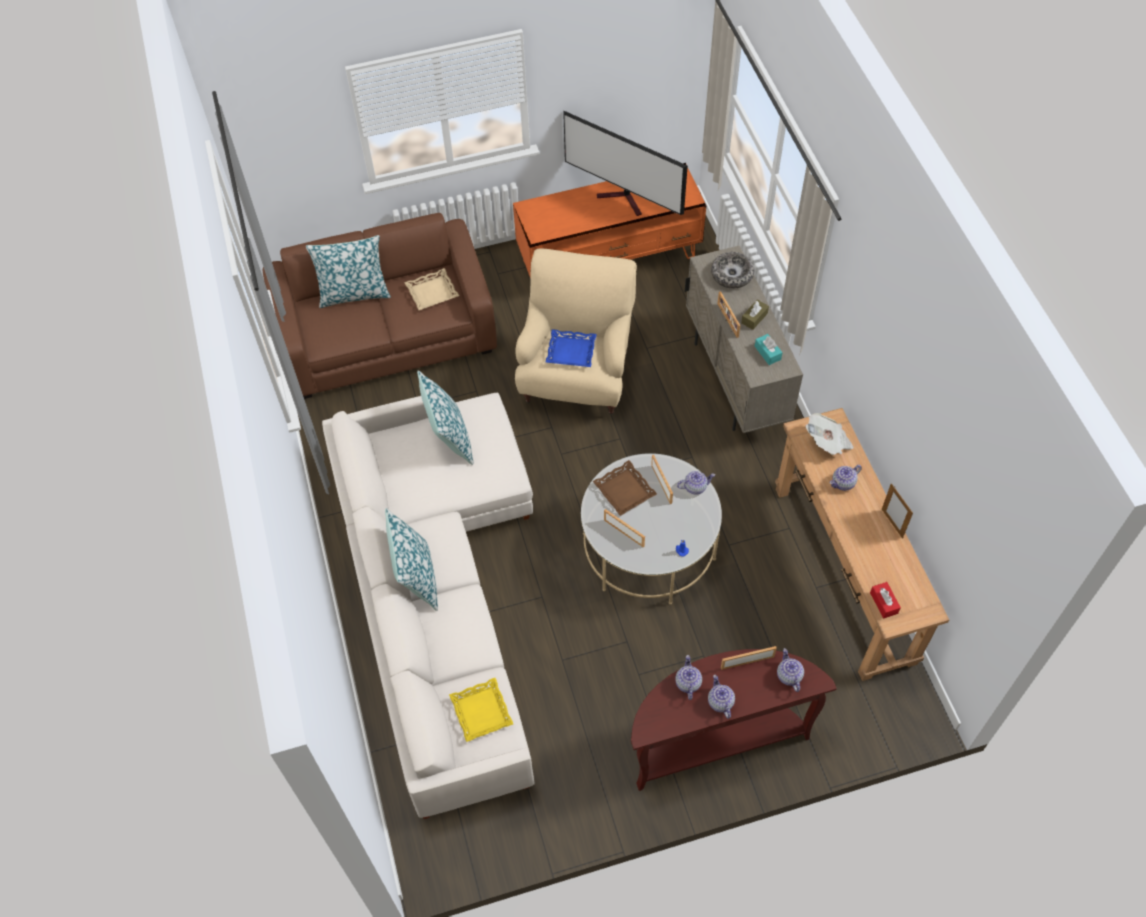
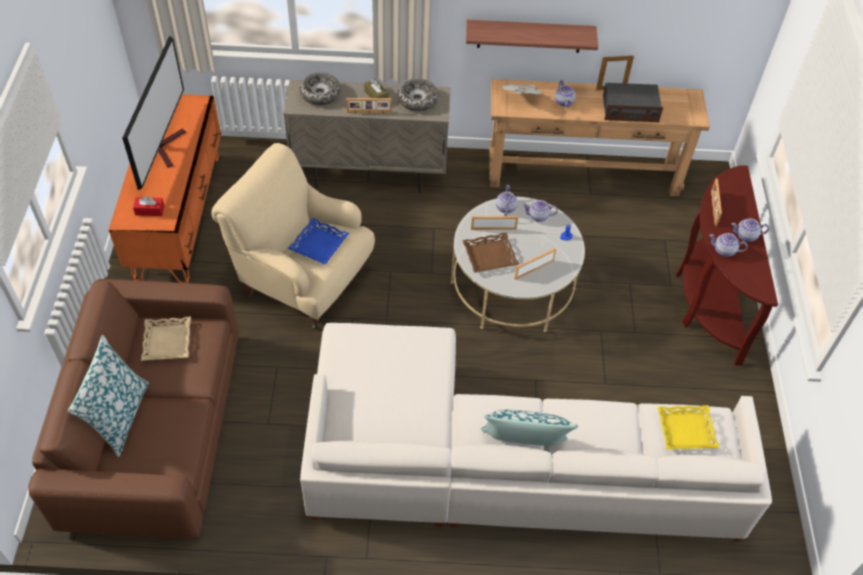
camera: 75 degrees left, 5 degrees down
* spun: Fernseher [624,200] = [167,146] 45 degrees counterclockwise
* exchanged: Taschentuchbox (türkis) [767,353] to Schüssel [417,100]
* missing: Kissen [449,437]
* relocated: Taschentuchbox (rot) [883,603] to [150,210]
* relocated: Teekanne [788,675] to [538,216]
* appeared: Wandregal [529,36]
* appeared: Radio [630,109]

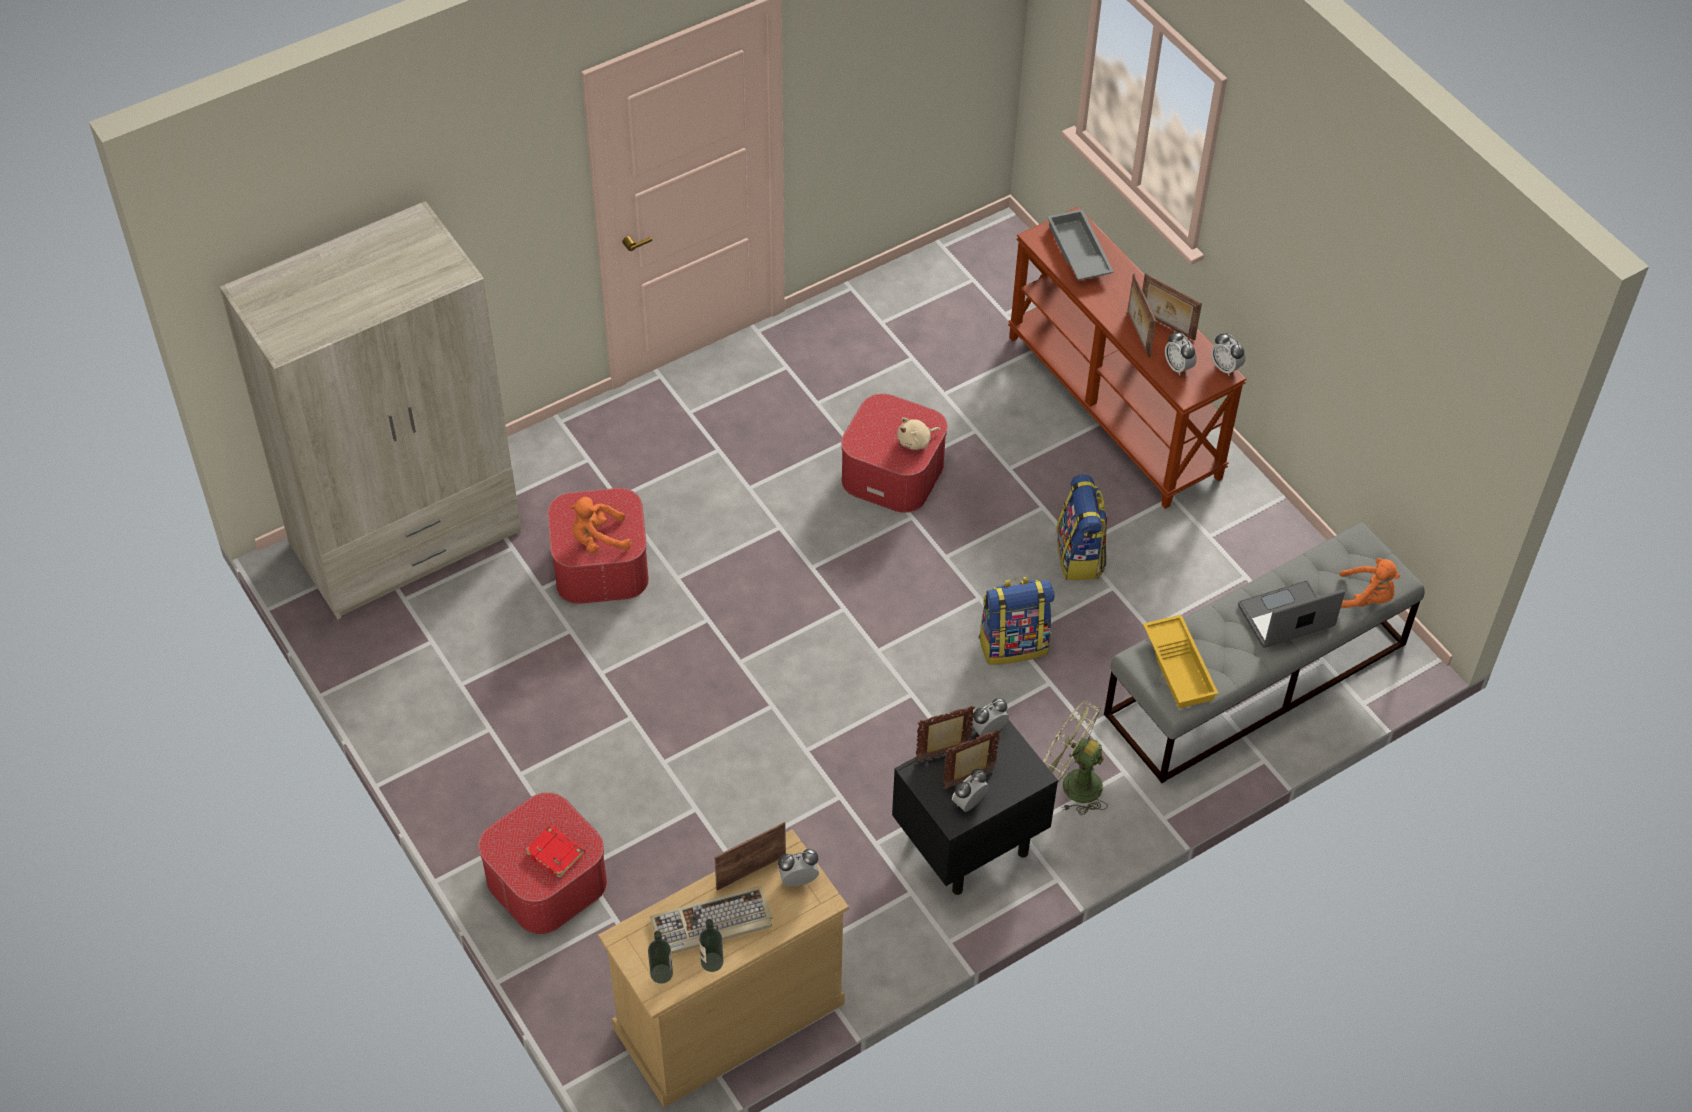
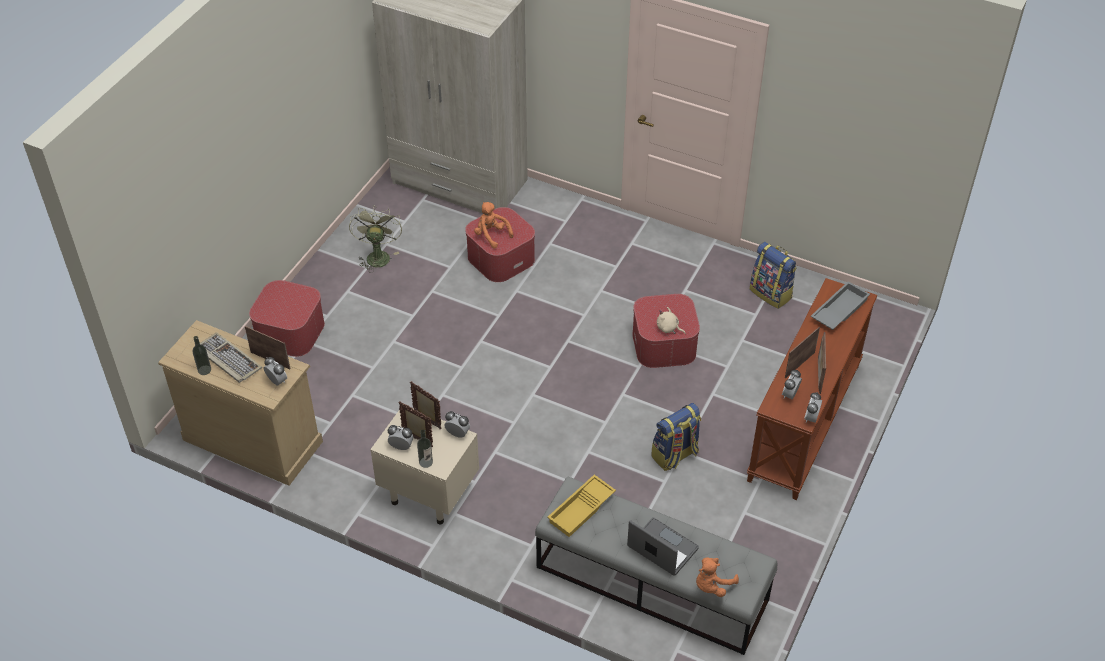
camera: 60 degrees right, 5 degrees down
* spun: Plüschtier (orange) [1365,598] = [712,585] 60 degrees clockwise
* relocated: Rucksack [1013,644] to [771,293]
* relocated: Ventilator (grün) [1072,783] to [377,255]
* colour: Nachttisch (schwarz) [967,845] to Nachttisch (beige) [428,493]
* missing: Buch (rot) [556,853]
* relocated: Flasche [661,973] to [426,462]

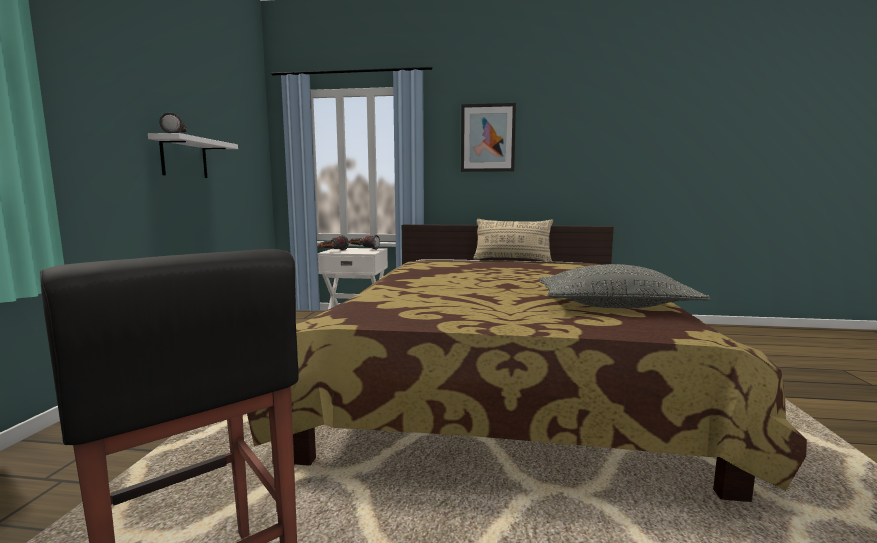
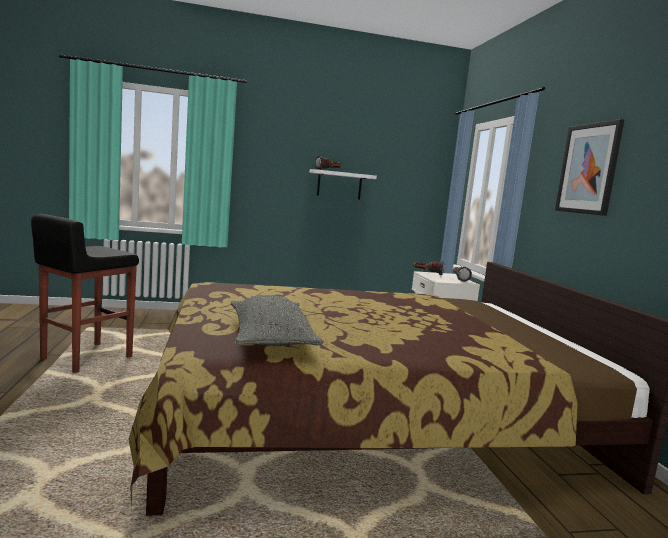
camera: 70 degrees right, 0 degrees up
* missing: Kissen (beige) [512,260]

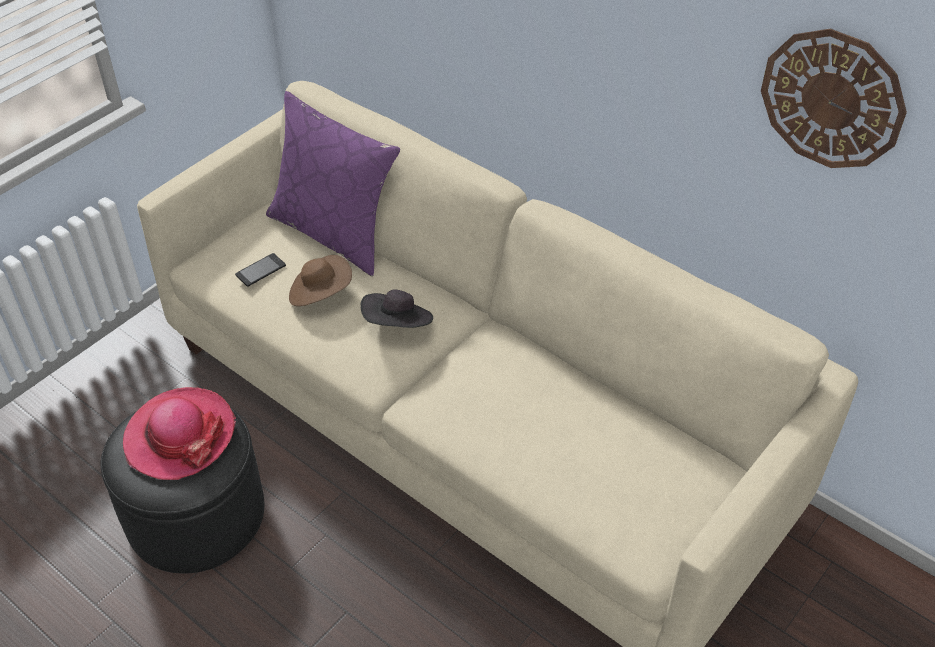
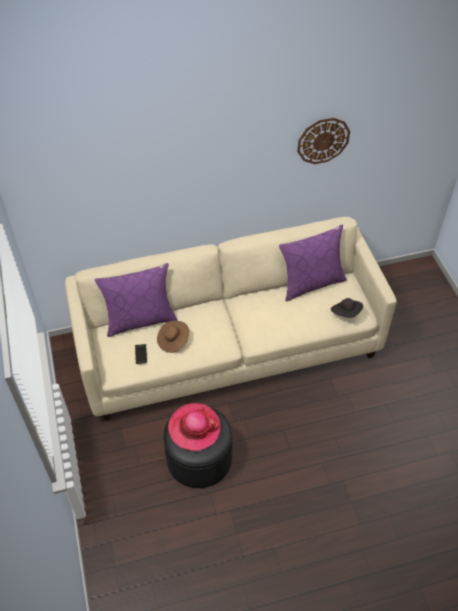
camera: 55 degrees left, 5 degrees up
* relocated: Hut (schwarz) [398,325] to [346,313]
* appeared: Kissen (lila) [311,283]

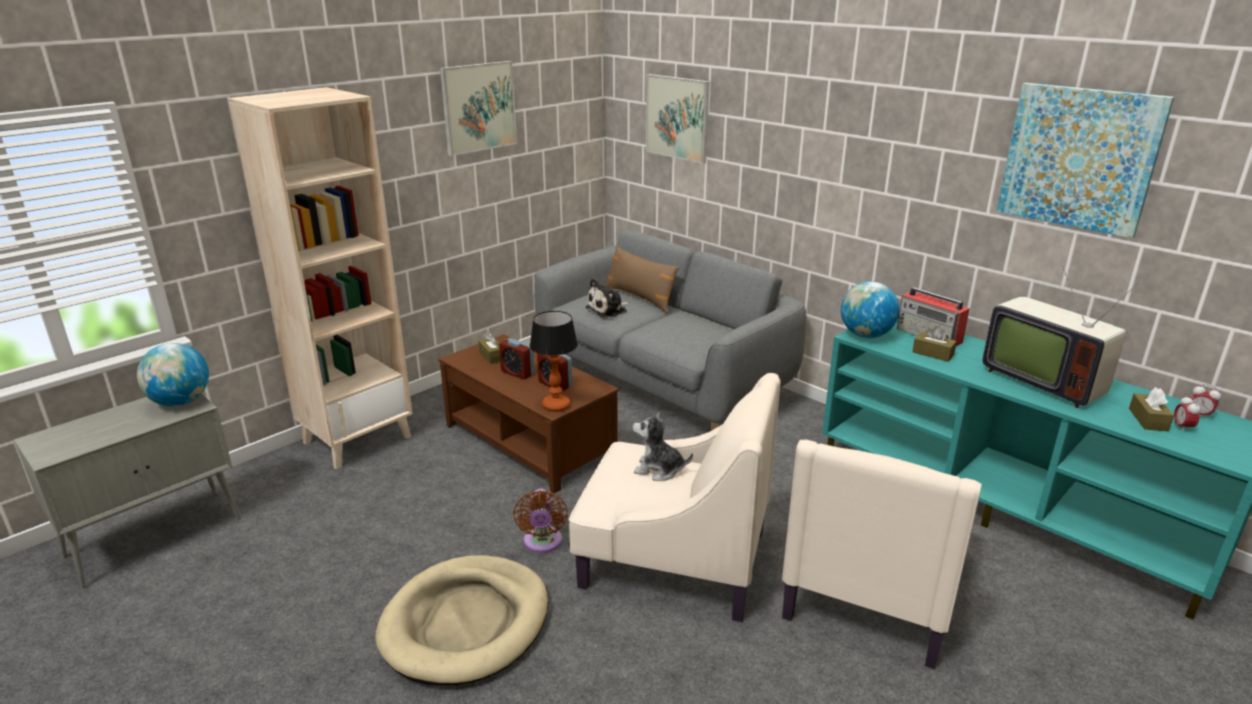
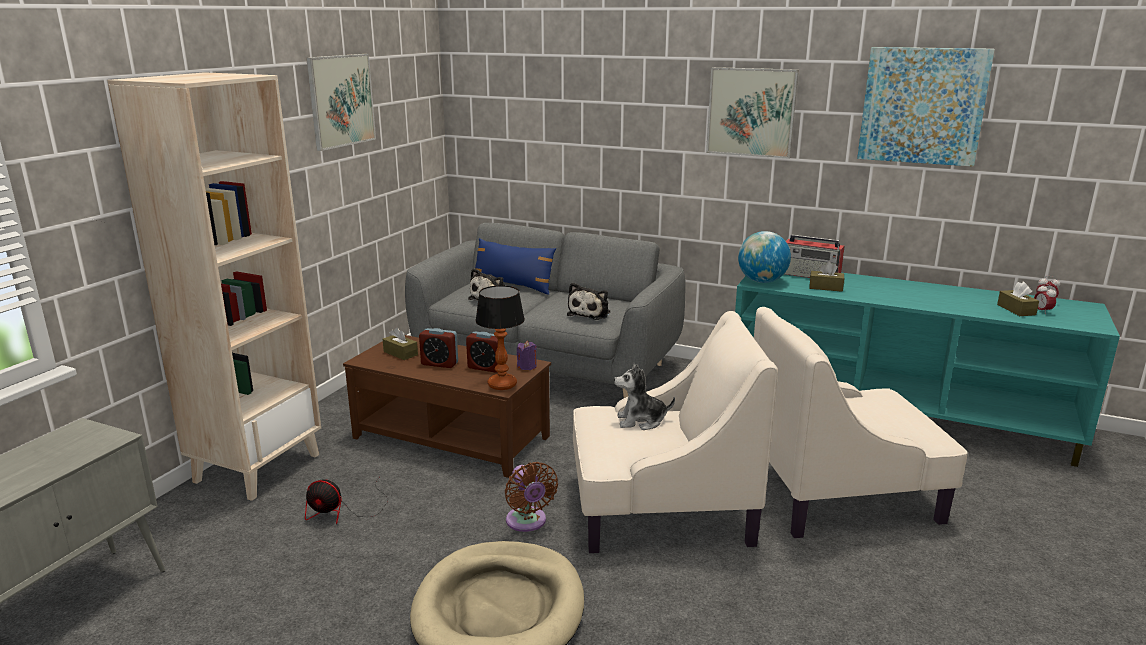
camera: 20 degrees left, 5 degrees down
* relocated: Bild [677,118] to [751,112]
* colour: Kissen (braun) [640,297] to Kissen (blau) [513,285]
* missing: Fernseher [1043,381]
* missing: Globus [181,402]
* spun: Sessel (beige) [874,585] = [842,493] 75 degrees clockwise
* appeared: Plüschtier [590,313]
* appeared: Kerze (lila) [527,366]
* appeared: Ventilator [344,511]

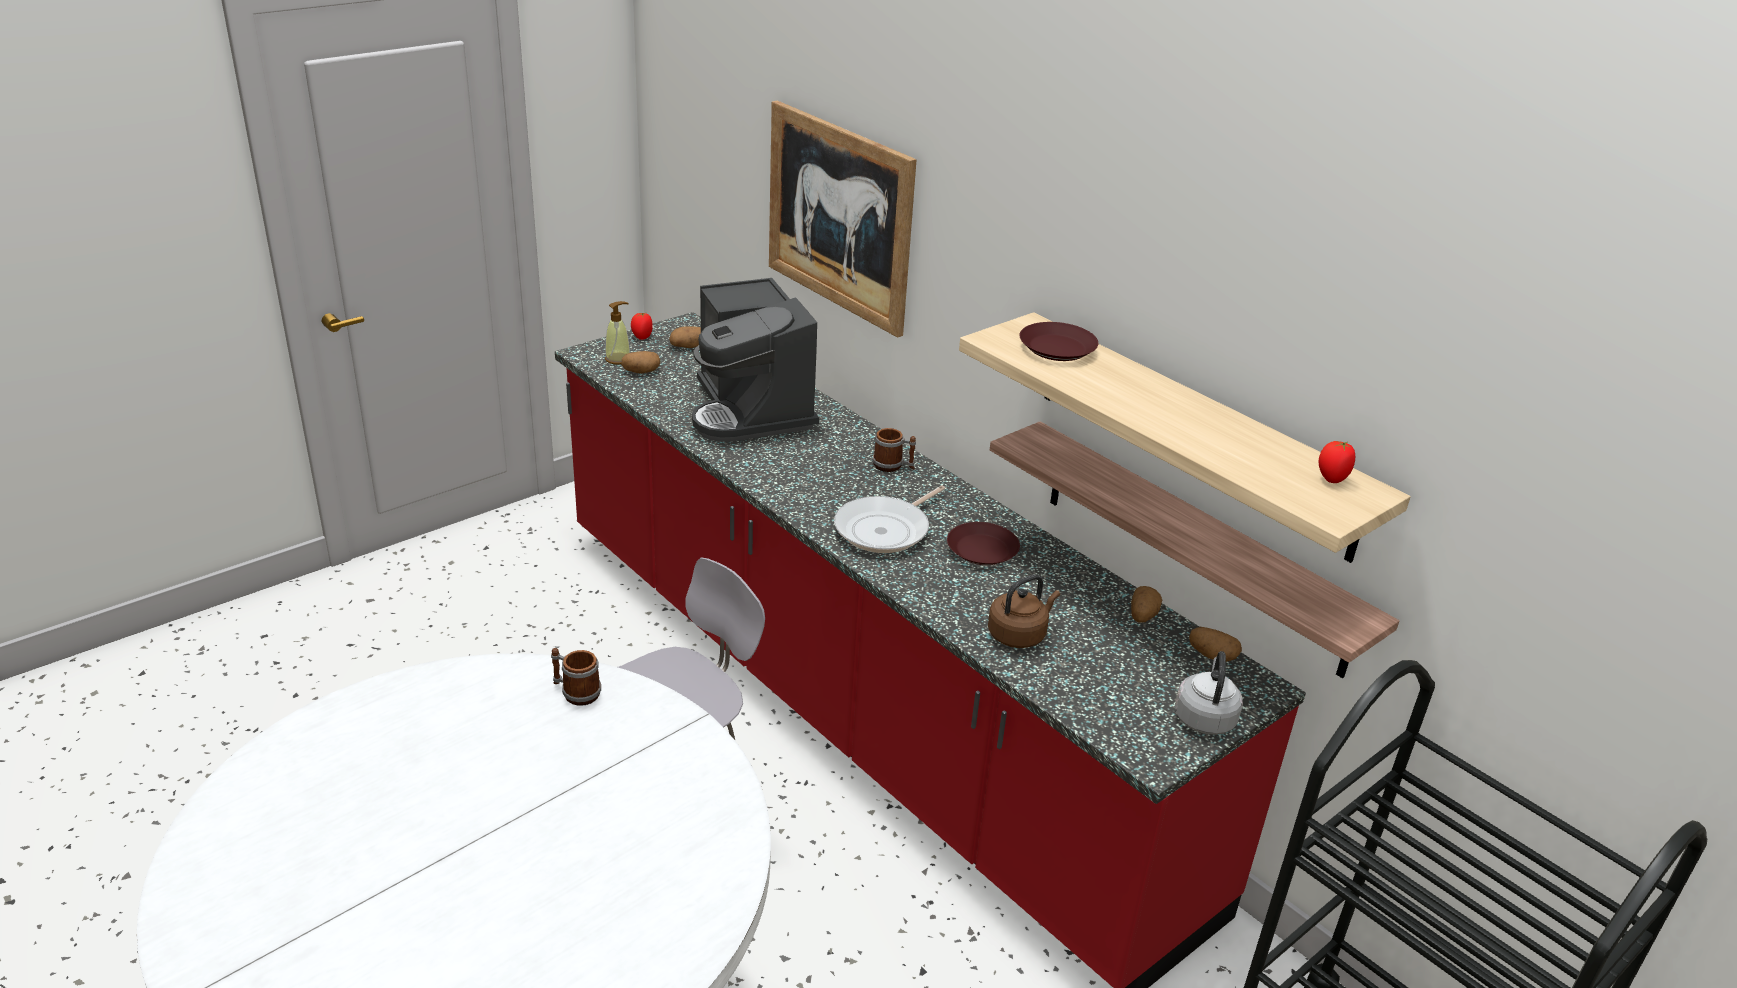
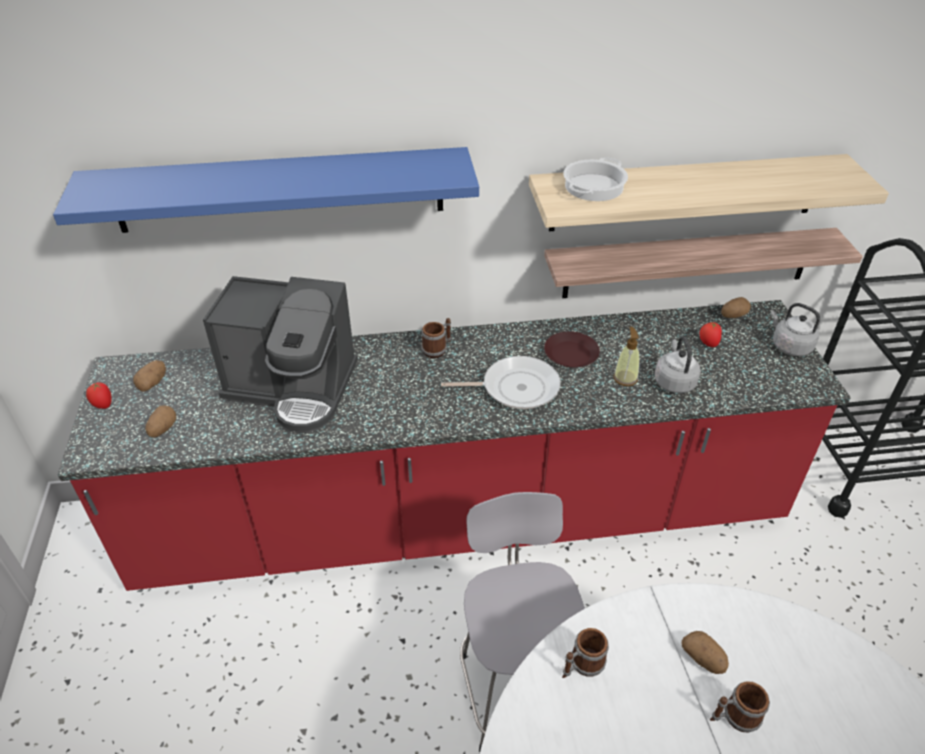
camera: 55 degrees left, 10 degrees up
* exchanged: Bild [839,216] to Wandregal (blau) [280,190]
* relocated: Seifenspender [618,359] to [625,378]
* exchanged: Teller (braun) [1056,348] to Kochtopf [594,187]
* relocated: Tomate [1331,478] to [708,344]
* spun: Pfanne [886,529] = [515,388] 75 degrees counterclockwise
* colour: Wasserkessel (braun) [1019,635] to Wasserkessel (grau) [674,381]
* relocated: Kartoffel [1142,615] to [703,659]
* appeared: Henkelbecher [734,717]

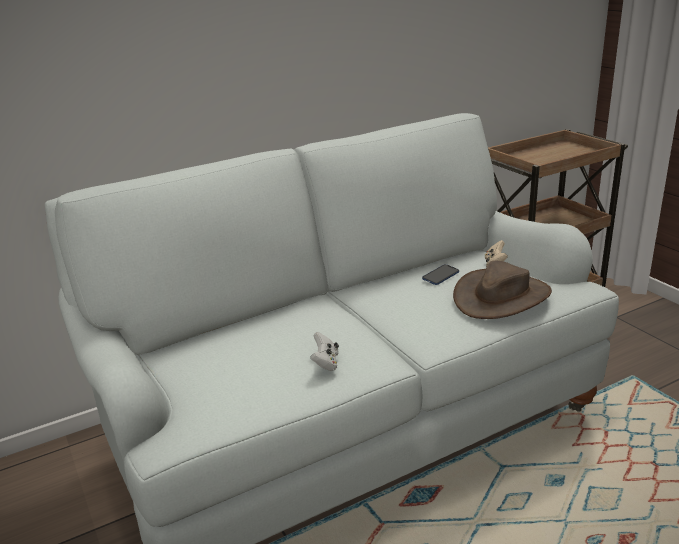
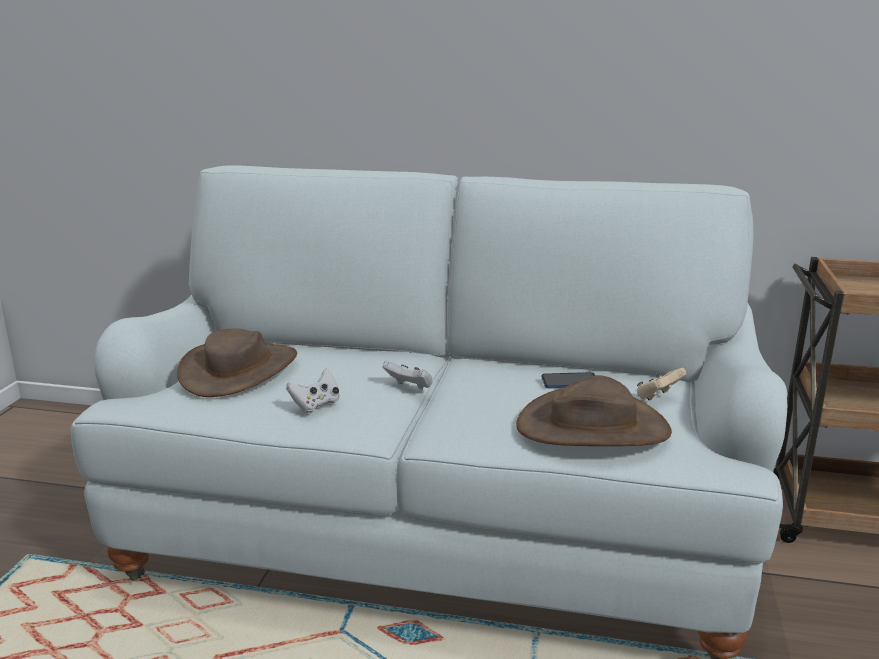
camera: 40 degrees right, 5 degrees down
* appeared: Hut (braun) [240,370]
* appeared: Gamepad (weiß) [410,387]

